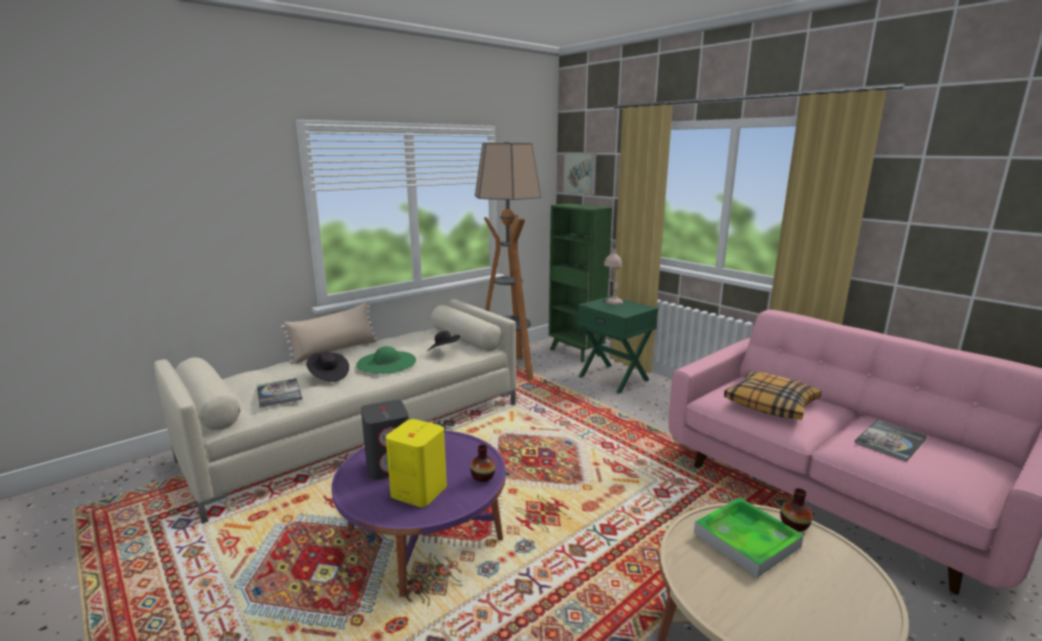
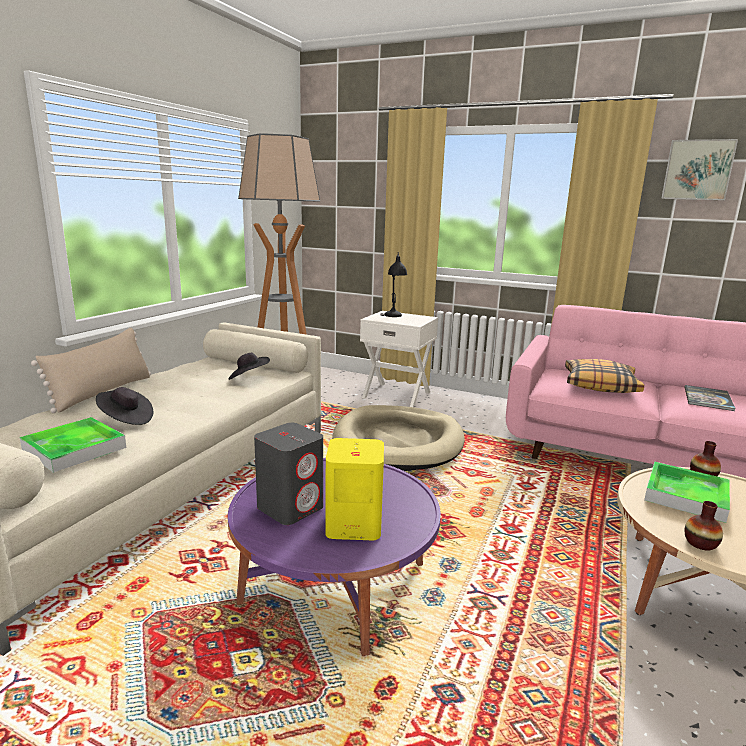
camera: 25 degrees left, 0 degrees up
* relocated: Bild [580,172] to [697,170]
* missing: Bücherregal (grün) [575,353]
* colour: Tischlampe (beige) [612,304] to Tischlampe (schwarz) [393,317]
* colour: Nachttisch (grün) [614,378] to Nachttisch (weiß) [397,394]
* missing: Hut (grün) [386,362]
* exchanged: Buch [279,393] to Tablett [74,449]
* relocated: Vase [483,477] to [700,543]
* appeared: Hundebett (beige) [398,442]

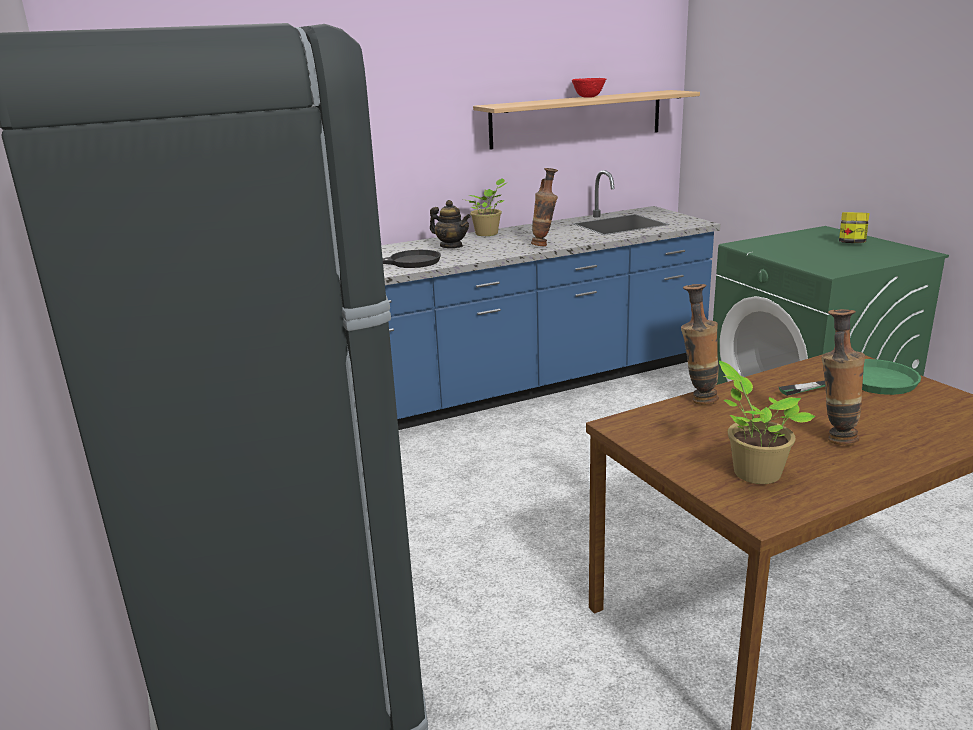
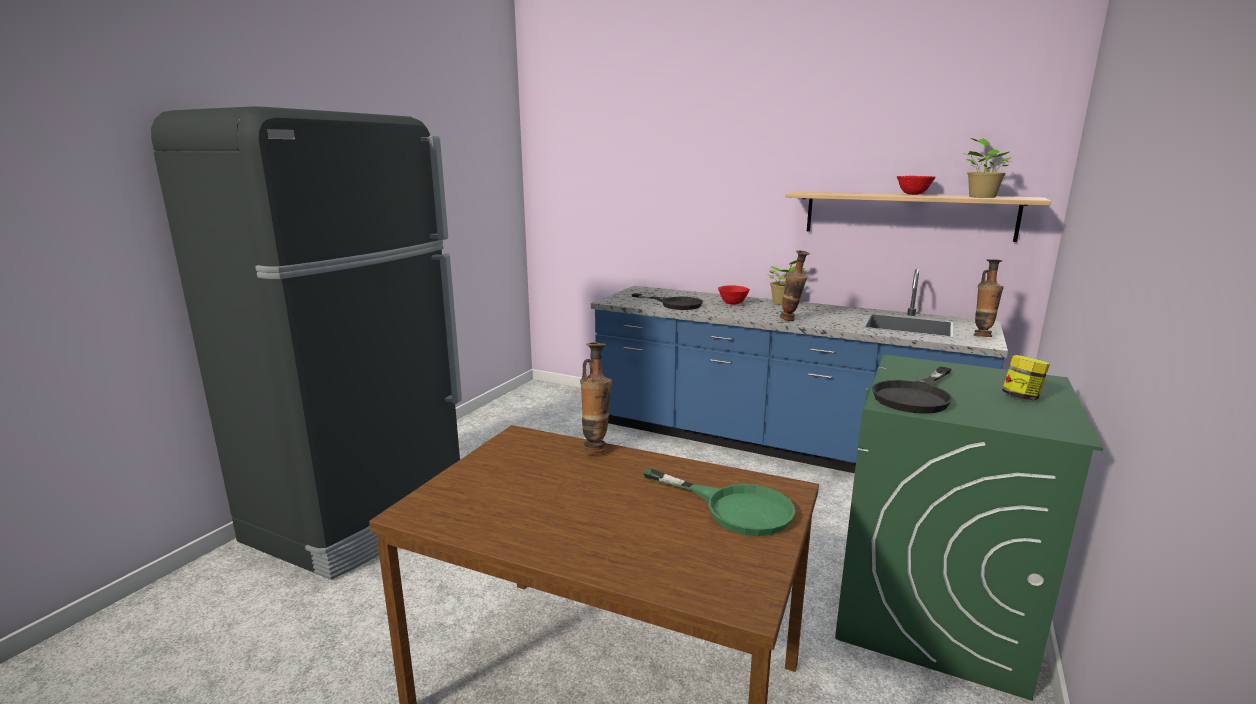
camera: 50 degrees right, 5 degrees down
* exchanged: Teekanne [451,246] to Schüssel (rot) [733,303]
* relocated: Vase [835,438] to [982,336]
* relocated: Topfpflanze [753,472] to [981,197]
* appeared: Pfanne (schwarz) [915,396]

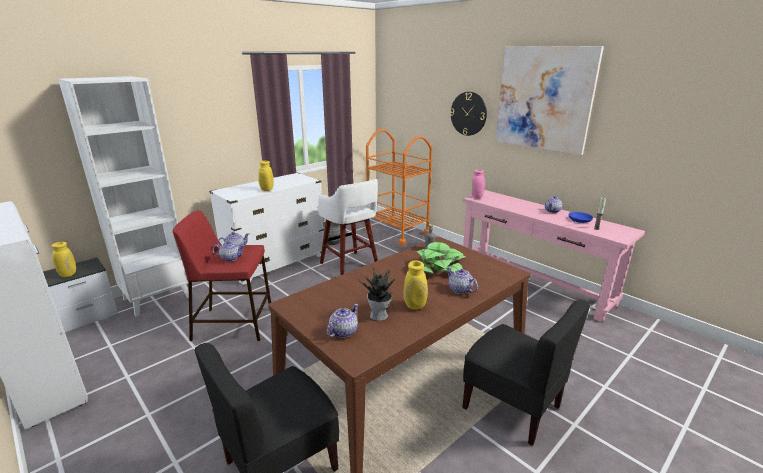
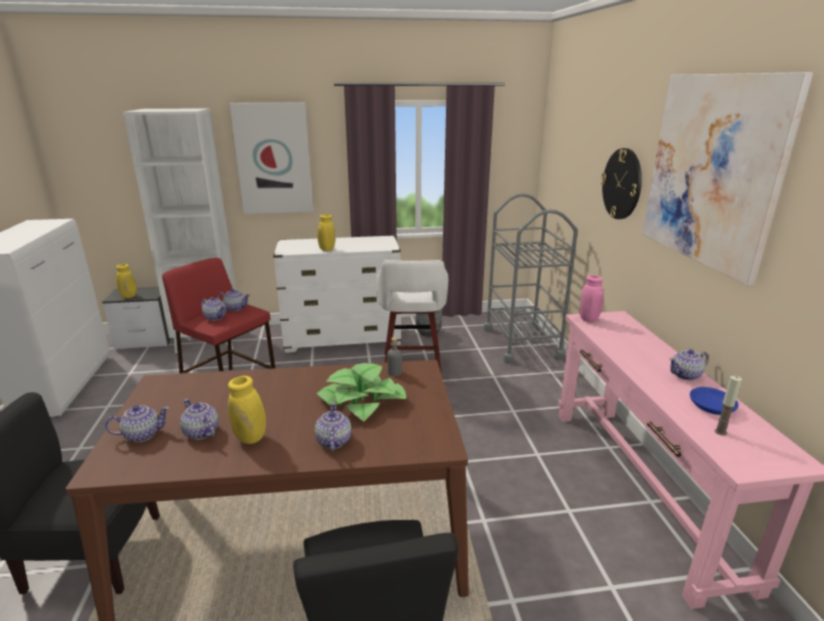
camera: 35 degrees right, 0 degrees up
* colour: Rollwagen (orange) [397,232] to Rollwagen (grau) [522,343]
* exchanged: Topfpflanze [379,315] to Teekanne [201,432]
* appeared: Bild [273,159]

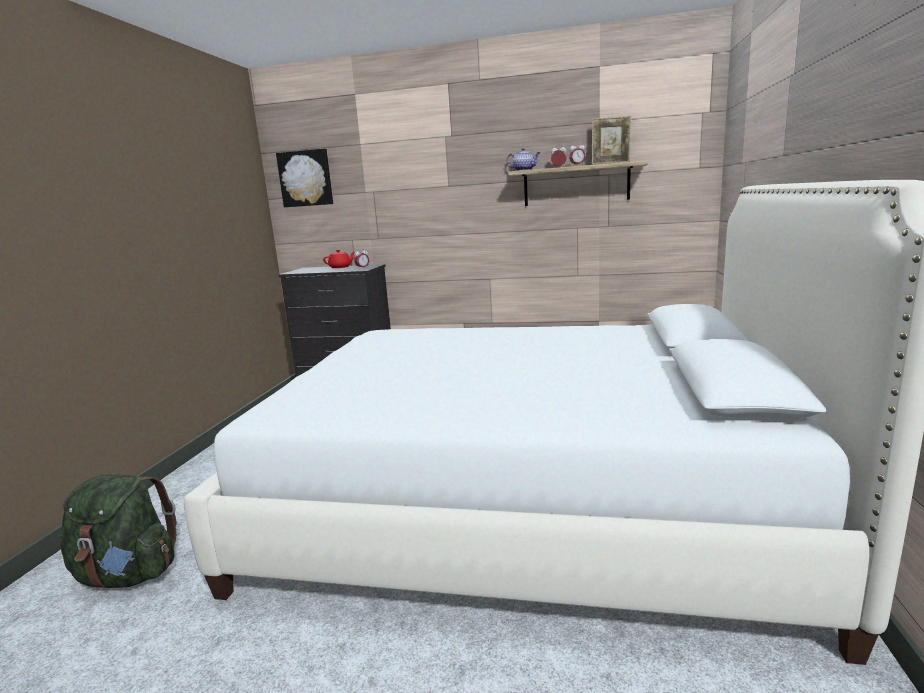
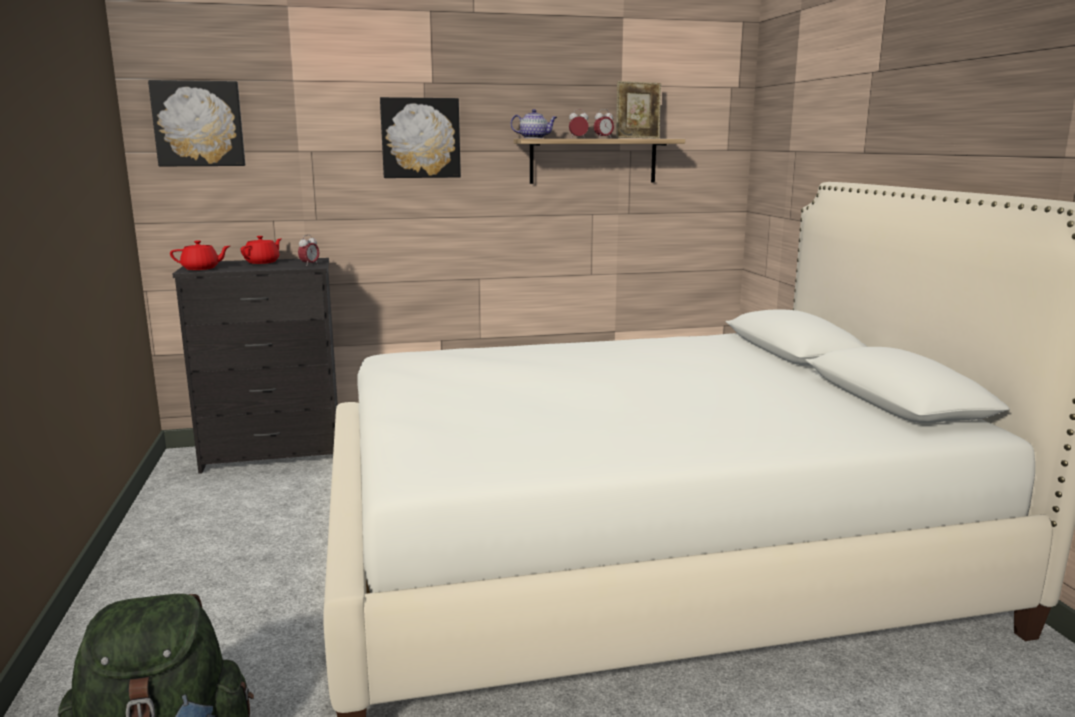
camera: 25 degrees left, 0 degrees up
* appeared: Bild [420,138]
* appeared: Teekanne (rot) [201,268]

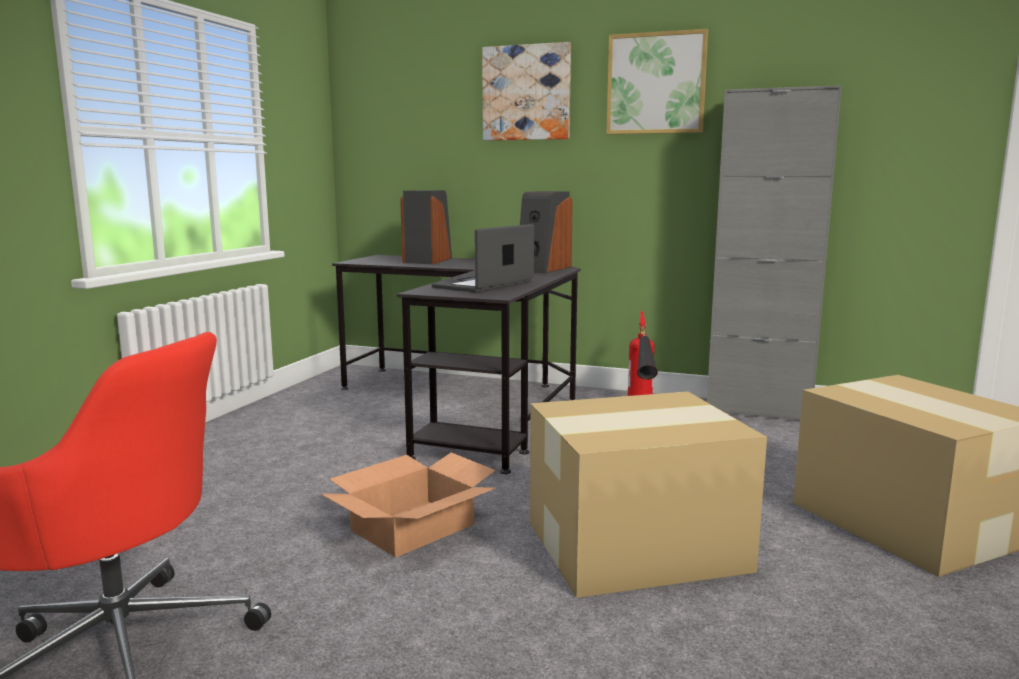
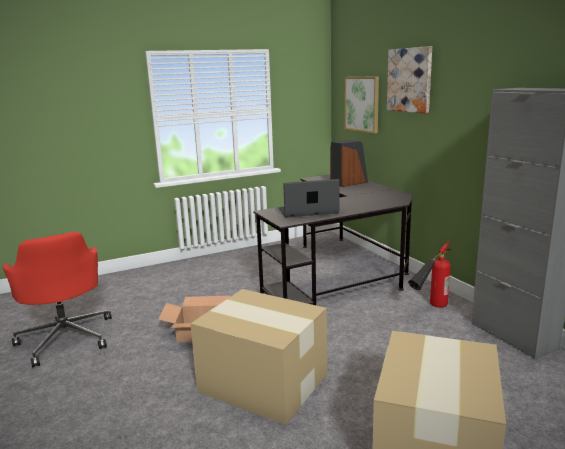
camera: 45 degrees right, 5 degrees up
* relocated: Bild [656,83] to [362,104]
* missing: Lautsprecher [543,269]

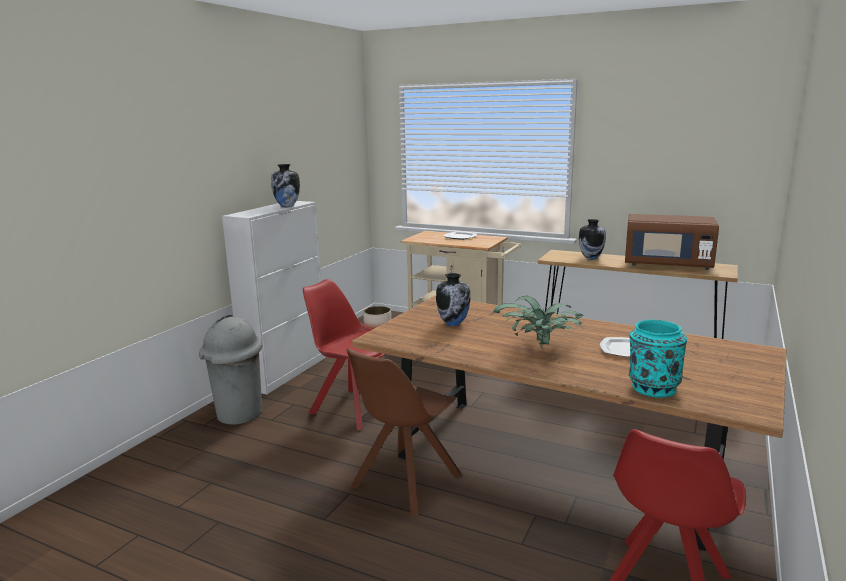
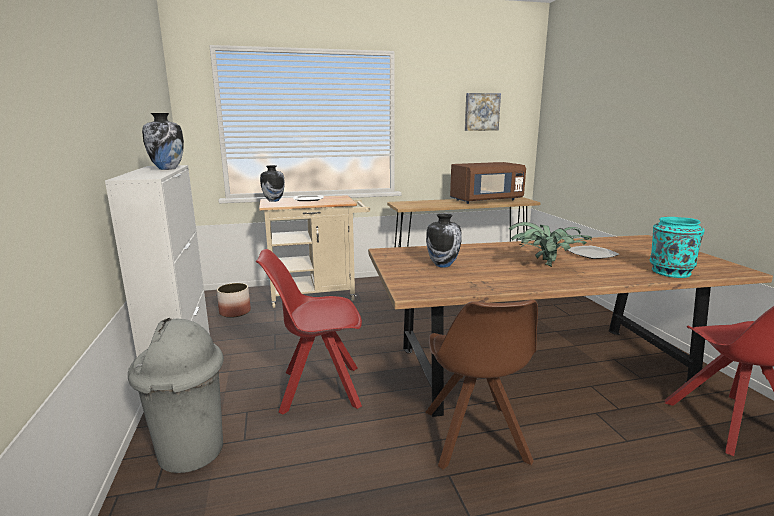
camera: 40 degrees left, 0 degrees up
* relocated: Vase [591,258] to [274,200]
* appeared: Bild [481,112]

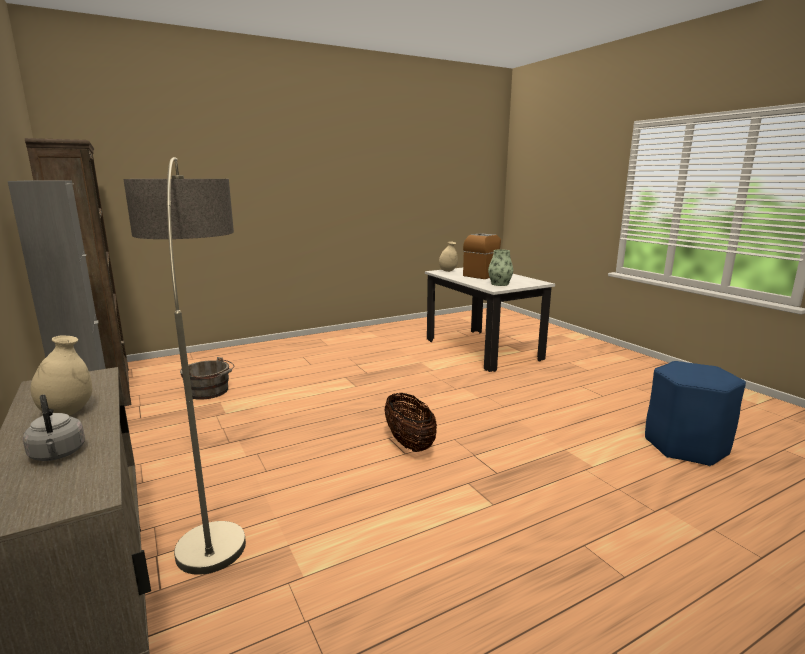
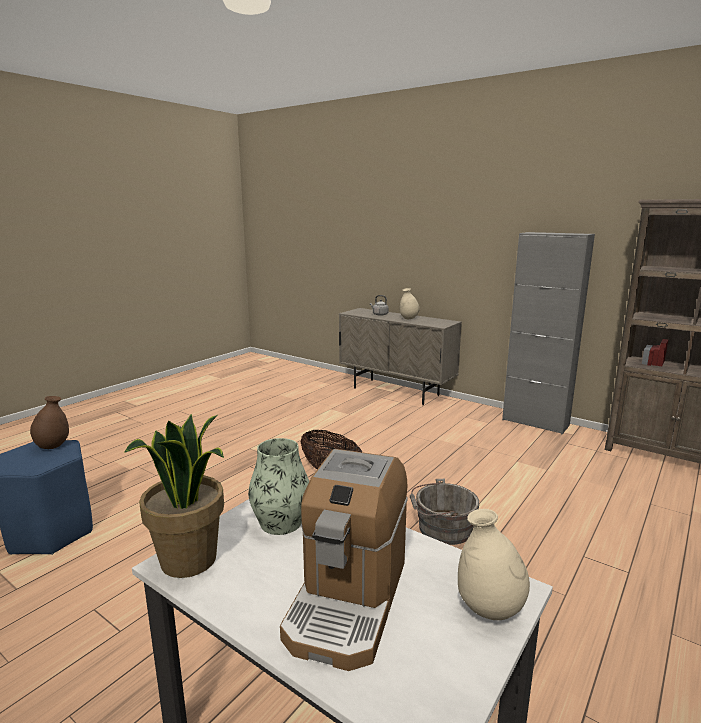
camera: 155 degrees right, 0 degrees up
* missing: Stehlampe [214,502]
* relocated: Eimer (grau) [210,391] to [442,528]
* appeared: Vase (braun) [53,446]
* appeared: Topfpflanze [189,560]

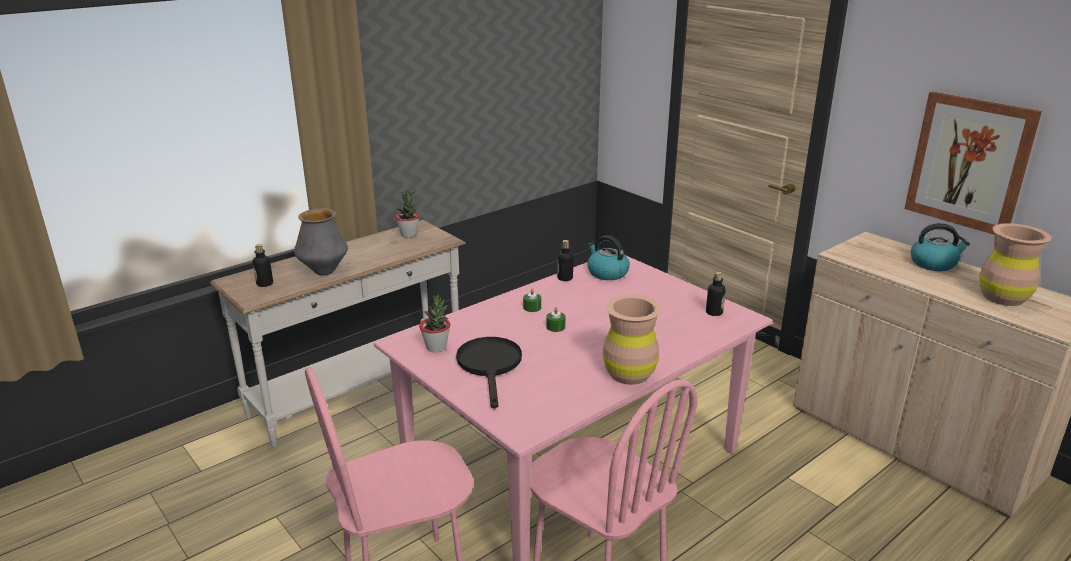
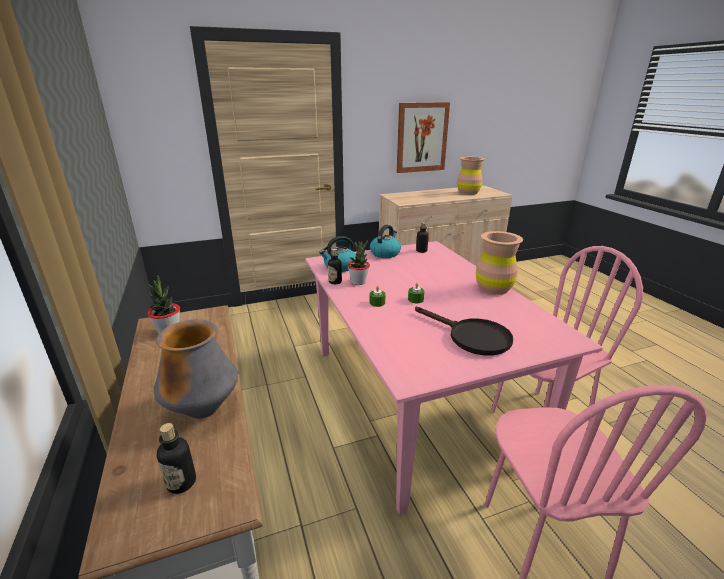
camera: 70 degrees left, 0 degrees up
* relocated: Wasserkessel [934,263] to [385,253]
* relocated: Topfpflanze [436,347] to [358,282]
* spun: Pfanne (schwarz) [490,366] = [471,337] 150 degrees counterclockwise

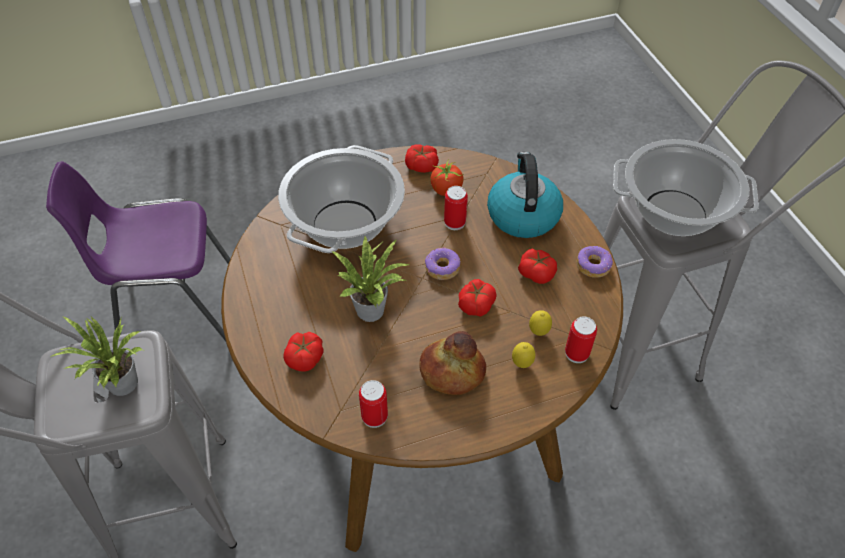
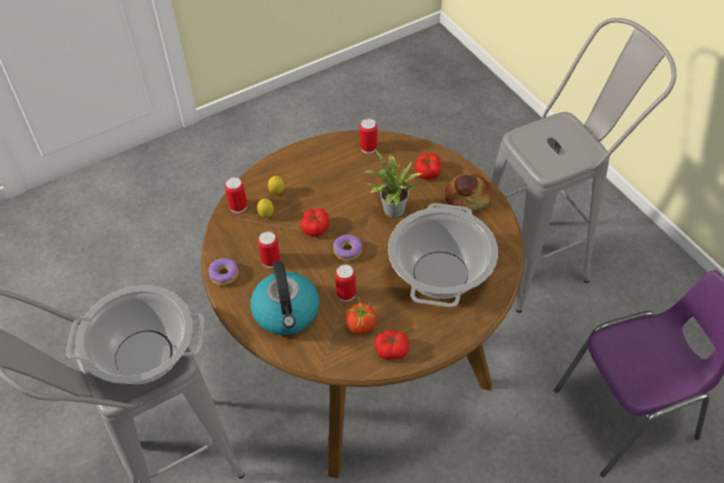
camera: 170 degrees right, 0 degrees up
* exchanged: Tomate [536,273] to Dose [271,261]
* missing: Topfpflanze [120,386]
* relocated: Brot [451,371] to [468,198]

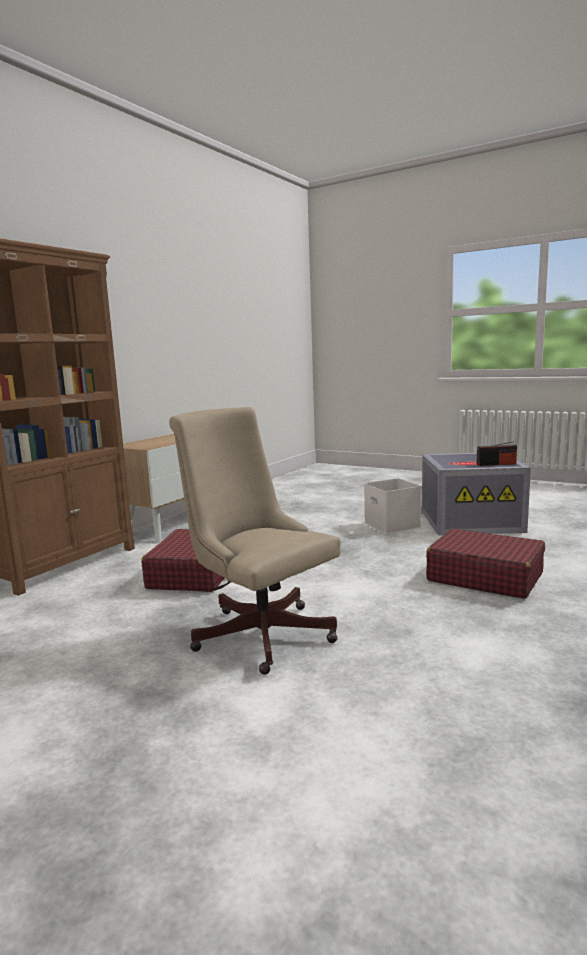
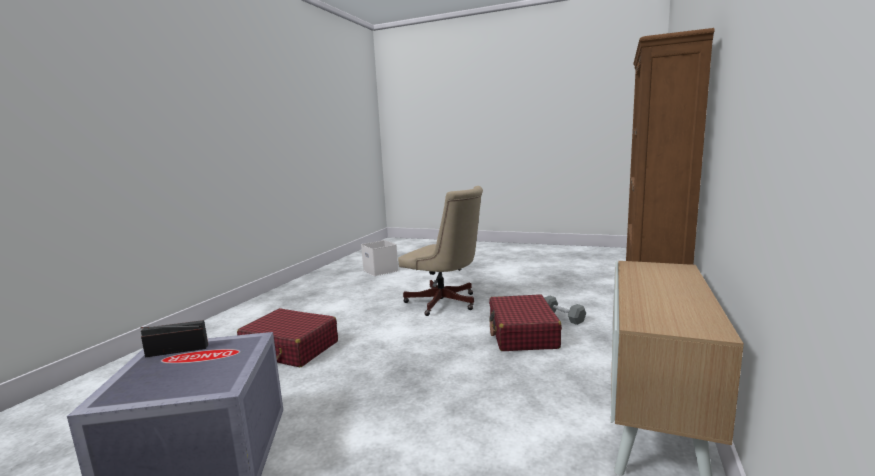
camera: 170 degrees right, 0 degrees up
* relocated: Aufbewahrungsbox (weiß) [393,525] to [379,270]
* appeared: Hantel (grau) [562,317]

